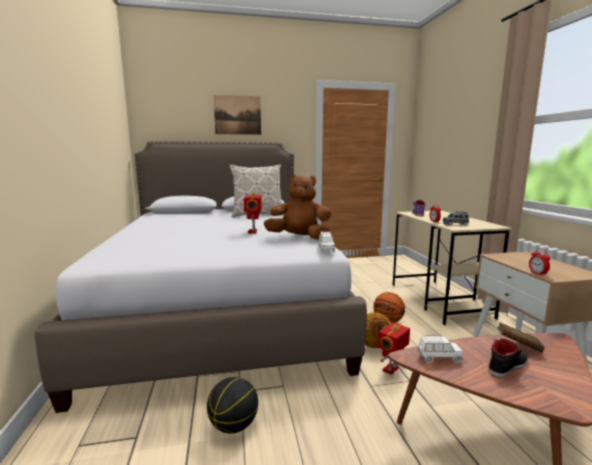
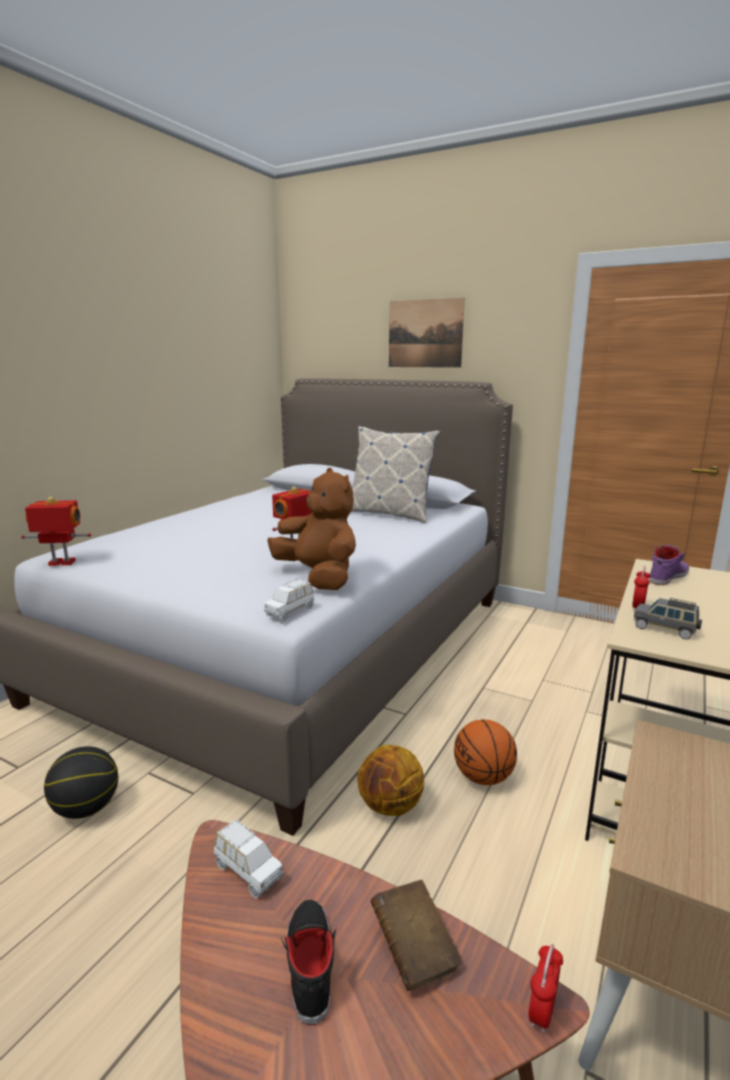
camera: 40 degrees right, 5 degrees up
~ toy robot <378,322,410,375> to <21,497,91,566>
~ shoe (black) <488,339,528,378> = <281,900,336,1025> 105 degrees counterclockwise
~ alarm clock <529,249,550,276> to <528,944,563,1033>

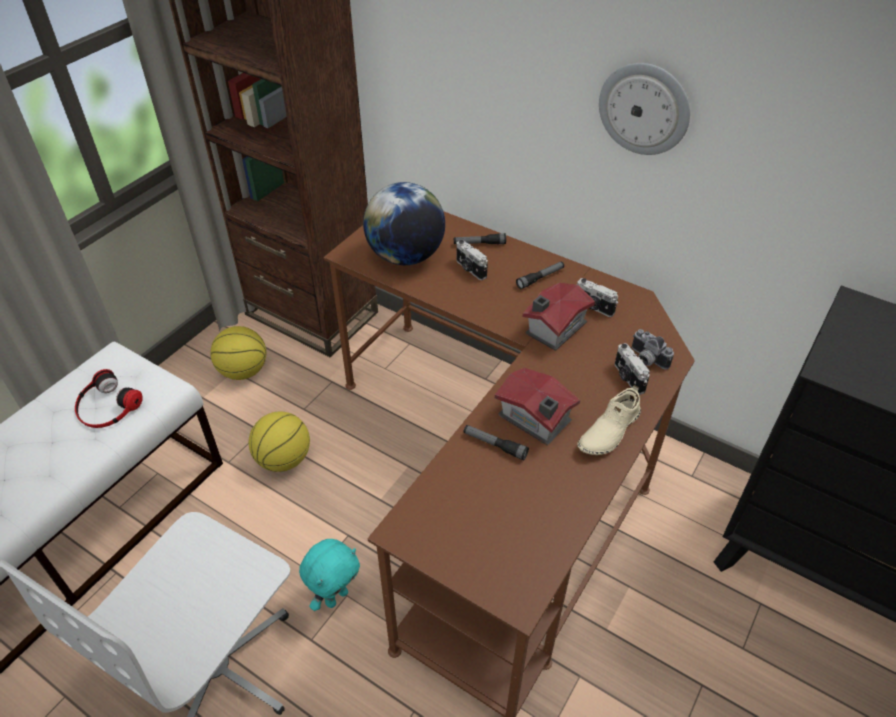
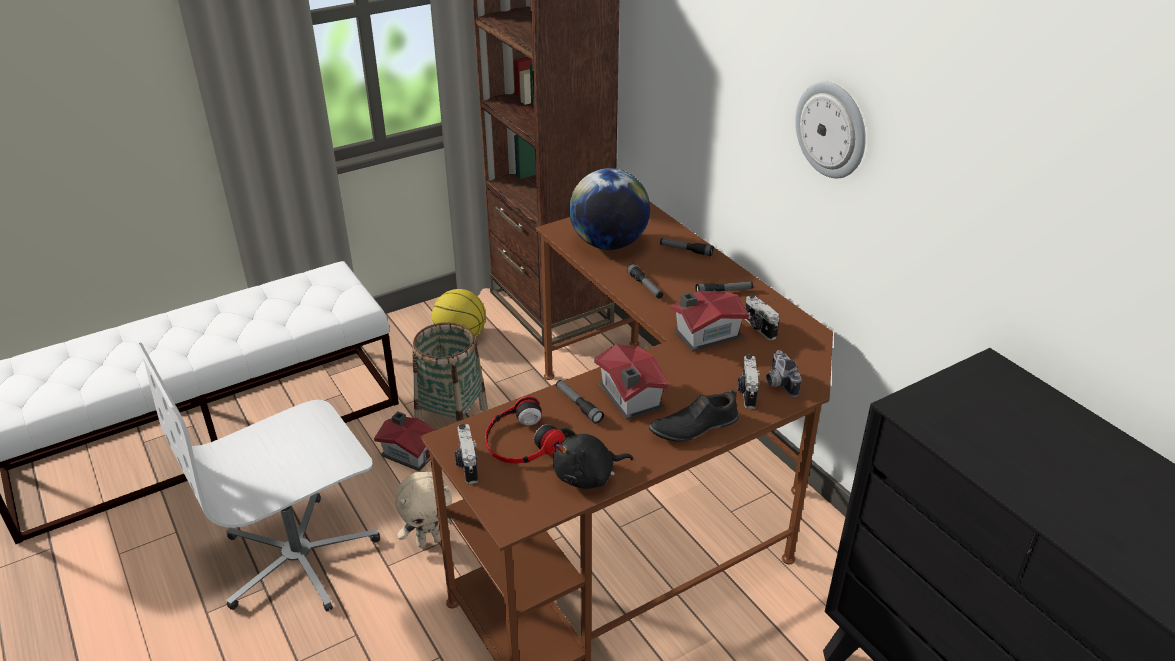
camera: 25 degrees right, 10 degrees down
+ toy house <374,411,436,471>
~ plush toy (turquoise) <299,539,360,611> to plush toy (beige) <395,472,453,548>
~ basketball <249,411,310,472> to basket <412,322,488,422>
~ photo camera <457,240,488,280> to <454,424,478,484>
~ headphones <75,369,143,428> to <485,396,564,463>
+ plush toy (black) <553,427,633,489>
+ flashlight <627,263,663,299>
~ shoe (beige) <577,385,641,455> to shoe (black) <649,389,739,442>

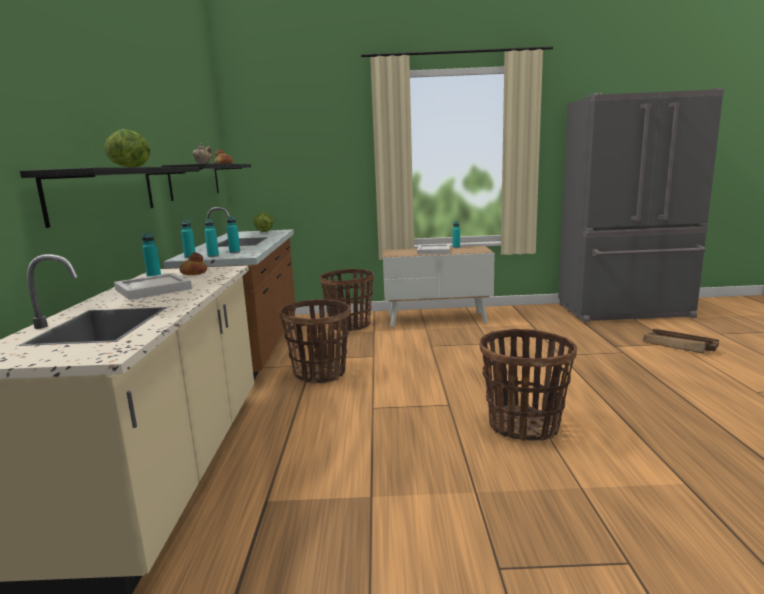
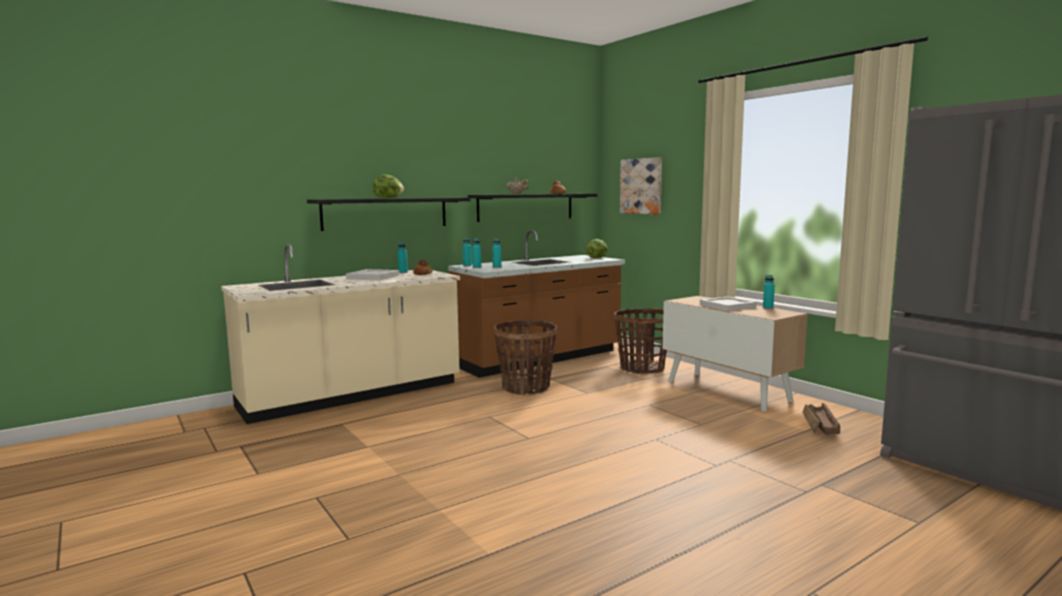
camera: 55 degrees right, 5 degrees down
+ picture <620,157,662,214>
~ crate <643,329,719,354> to <803,403,840,435>
- basket <480,329,577,441>

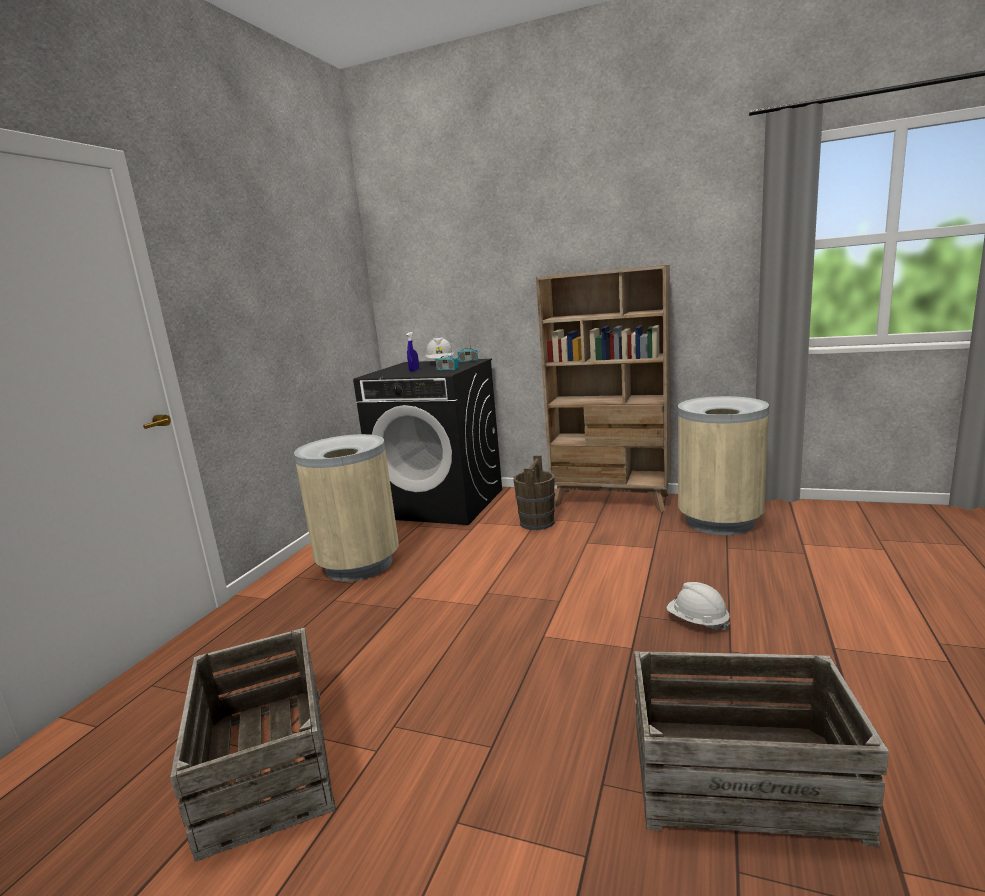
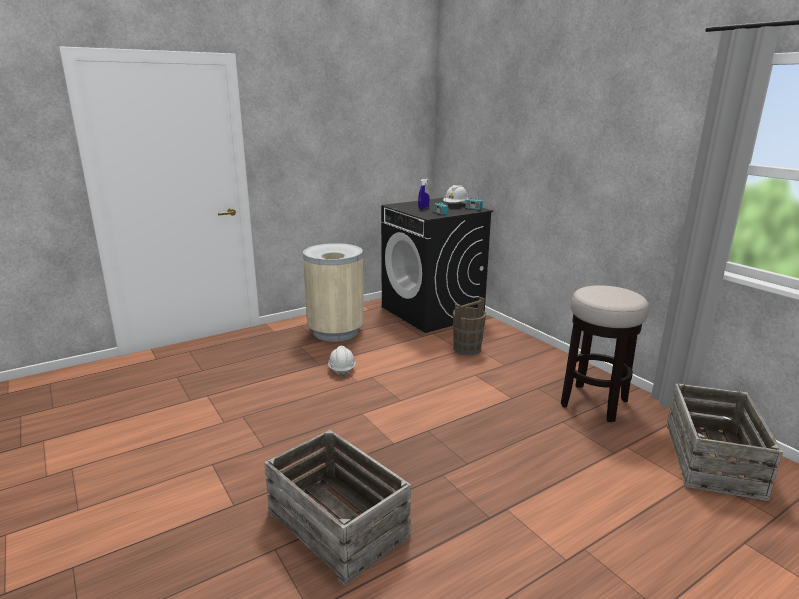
camera: 35 degrees right, 5 degrees up
~ hard hat (white) <666,582,730,631> to <328,346,356,377>
~ trash can (beige) <678,396,769,535> to stool <561,285,649,422>
~ crate <170,628,336,862> to <666,383,783,501>
- bookcase (beige) <536,265,671,512>

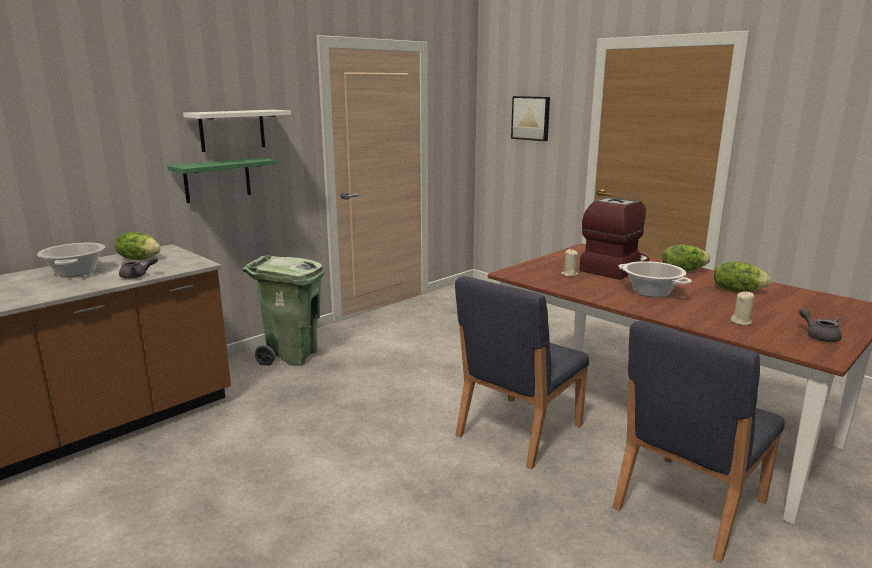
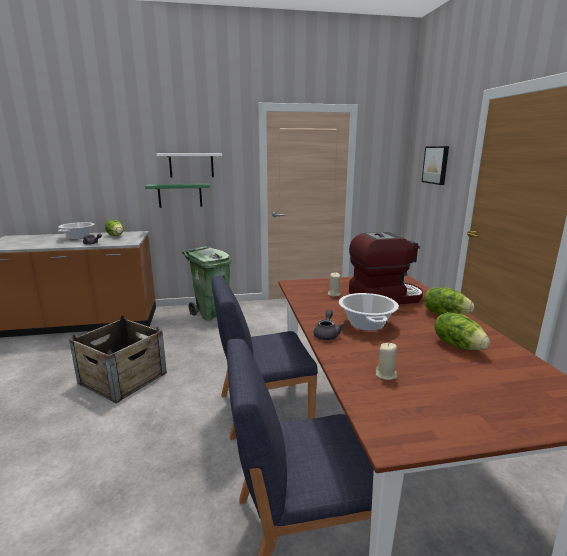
camera: 35 degrees right, 0 degrees up
+ crate <69,315,167,403>
~ teapot (grey) <799,308,842,342> to <314,310,345,340>

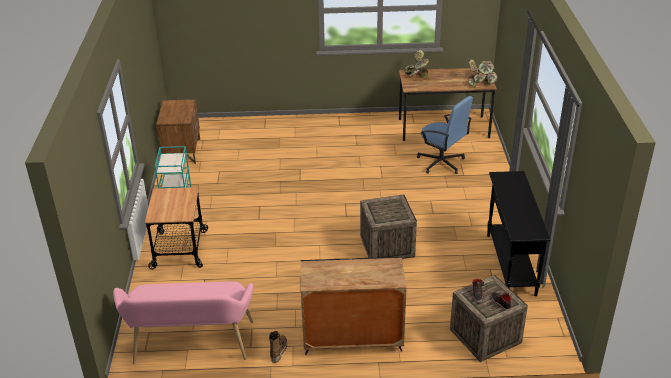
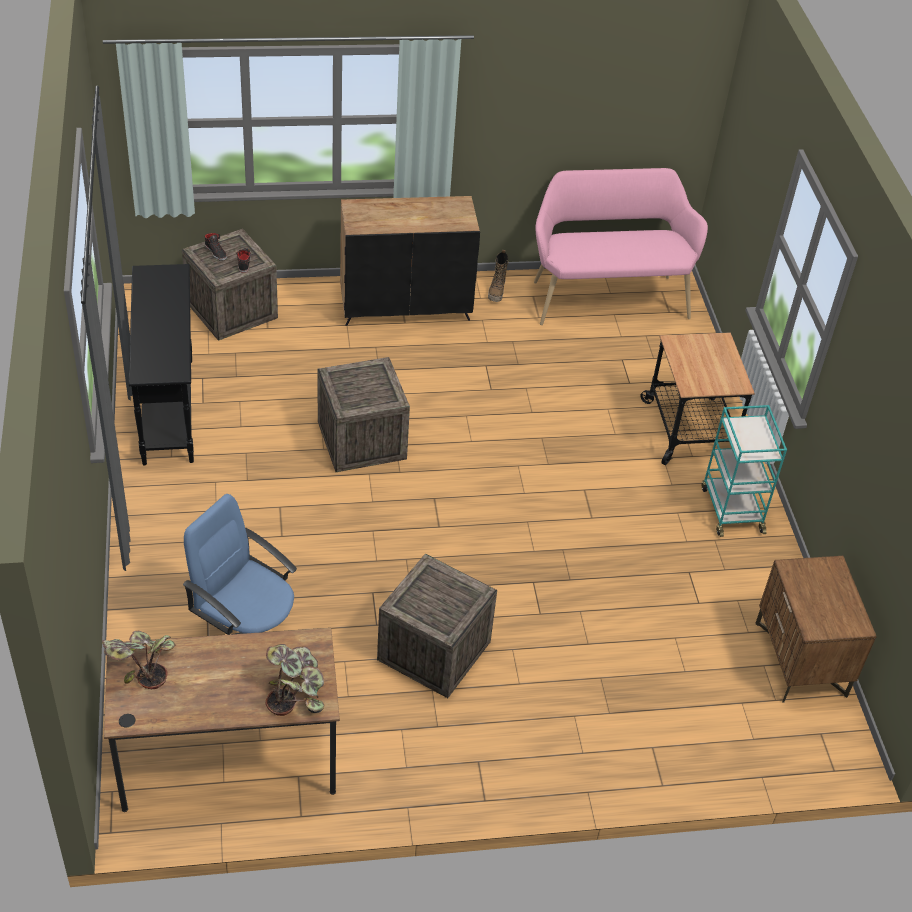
camera: 170 degrees right, 10 degrees up
+ crate <377,554,497,698>

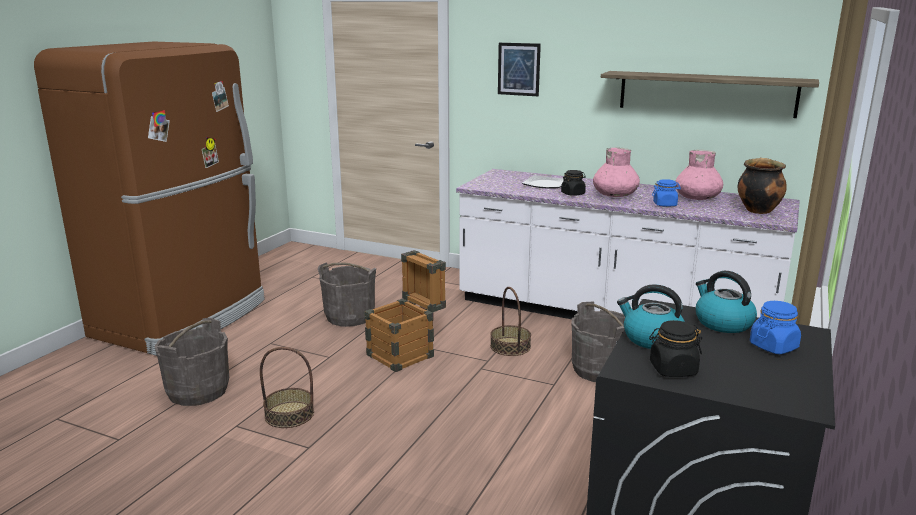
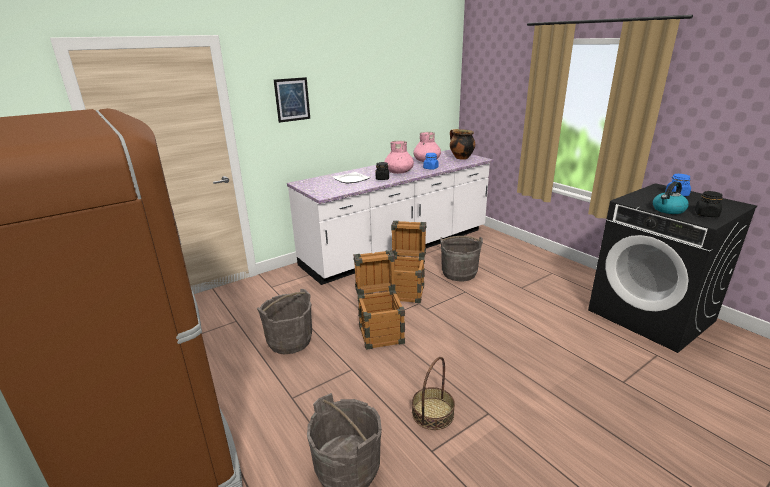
camera: 60 degrees left, 5 degrees up
~ basket <490,287,531,356> to crate <387,221,427,303>
- shelf <601,71,819,118>
- kettle <696,271,757,333>

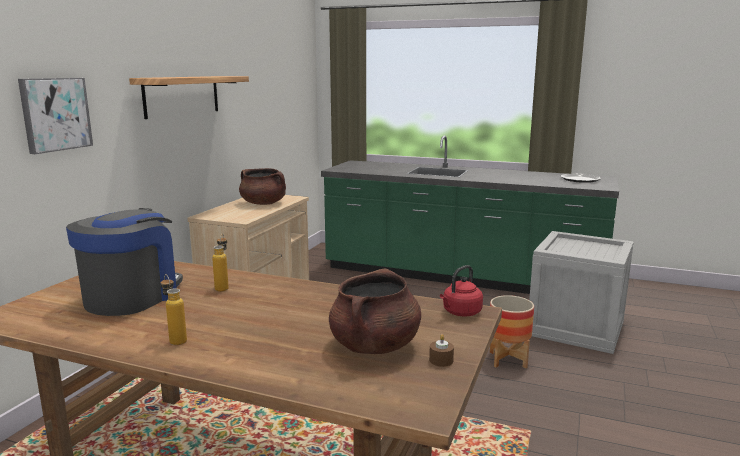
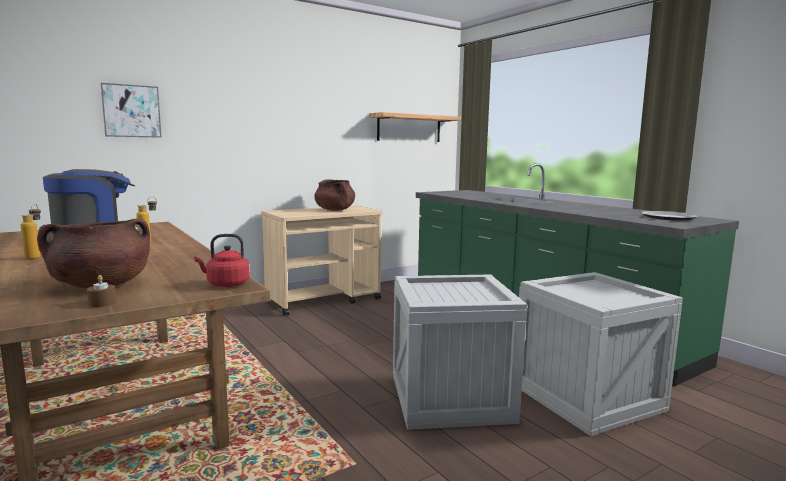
camera: 35 degrees right, 5 degrees down
~ shelf <129,76,249,119> to <369,112,461,142>
~ planter <490,295,534,368> to crate <393,274,527,430>

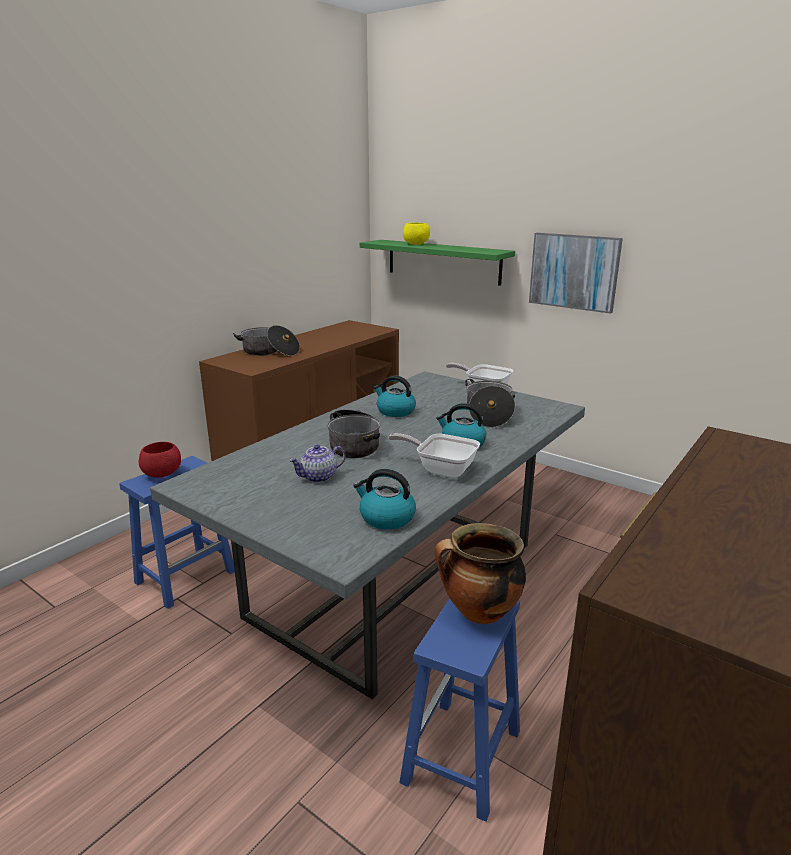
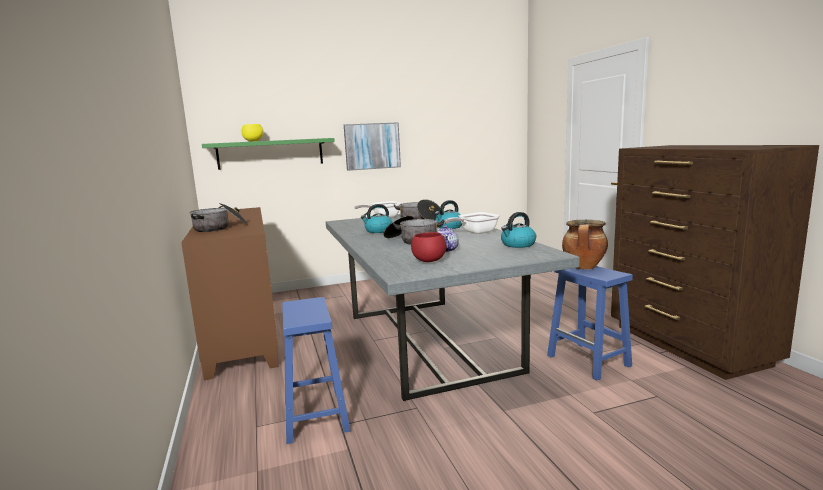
camera: 55 degrees left, 10 degrees down
~ bowl (red) <139,442,181,478> to <411,232,447,262>

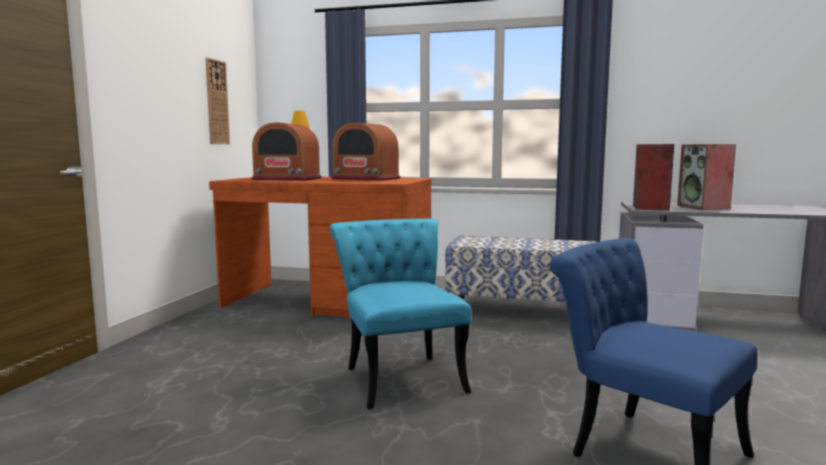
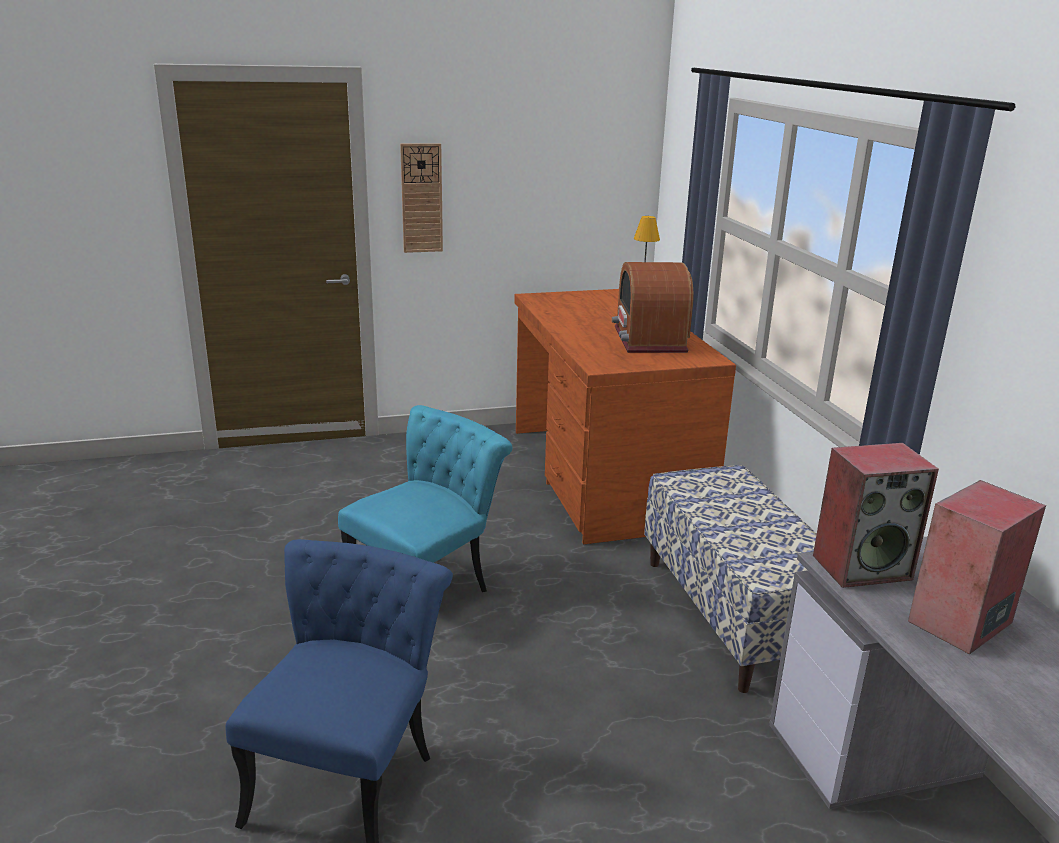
camera: 60 degrees right, 15 degrees up
~ wall clock <205,58,230,144> to <400,143,443,253>
- radio <251,123,322,181>

